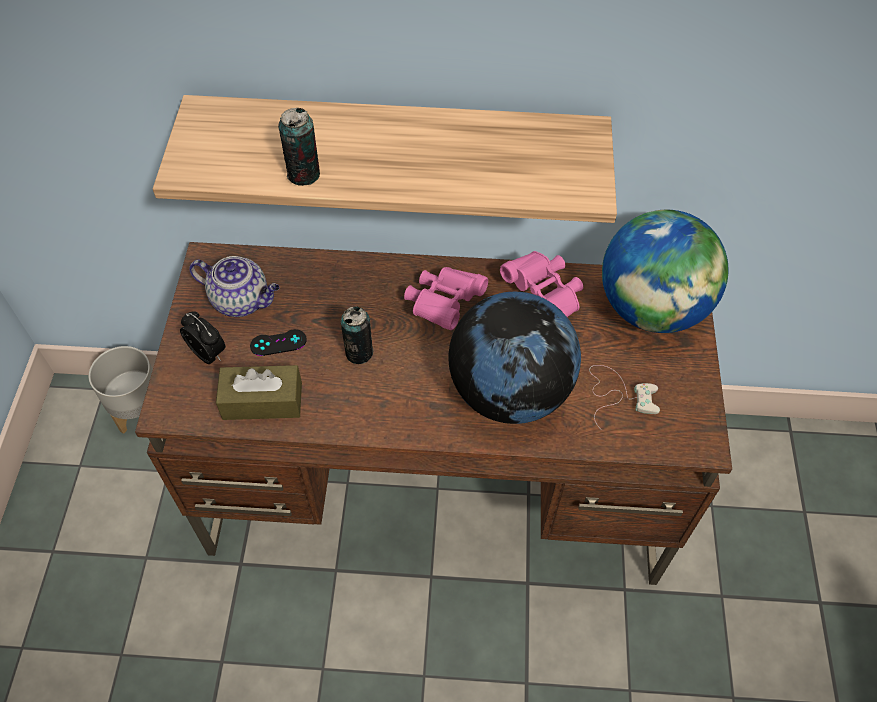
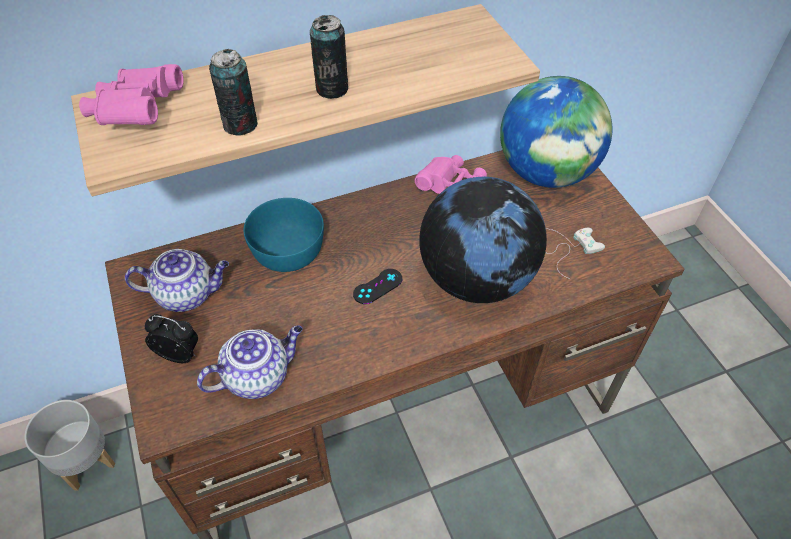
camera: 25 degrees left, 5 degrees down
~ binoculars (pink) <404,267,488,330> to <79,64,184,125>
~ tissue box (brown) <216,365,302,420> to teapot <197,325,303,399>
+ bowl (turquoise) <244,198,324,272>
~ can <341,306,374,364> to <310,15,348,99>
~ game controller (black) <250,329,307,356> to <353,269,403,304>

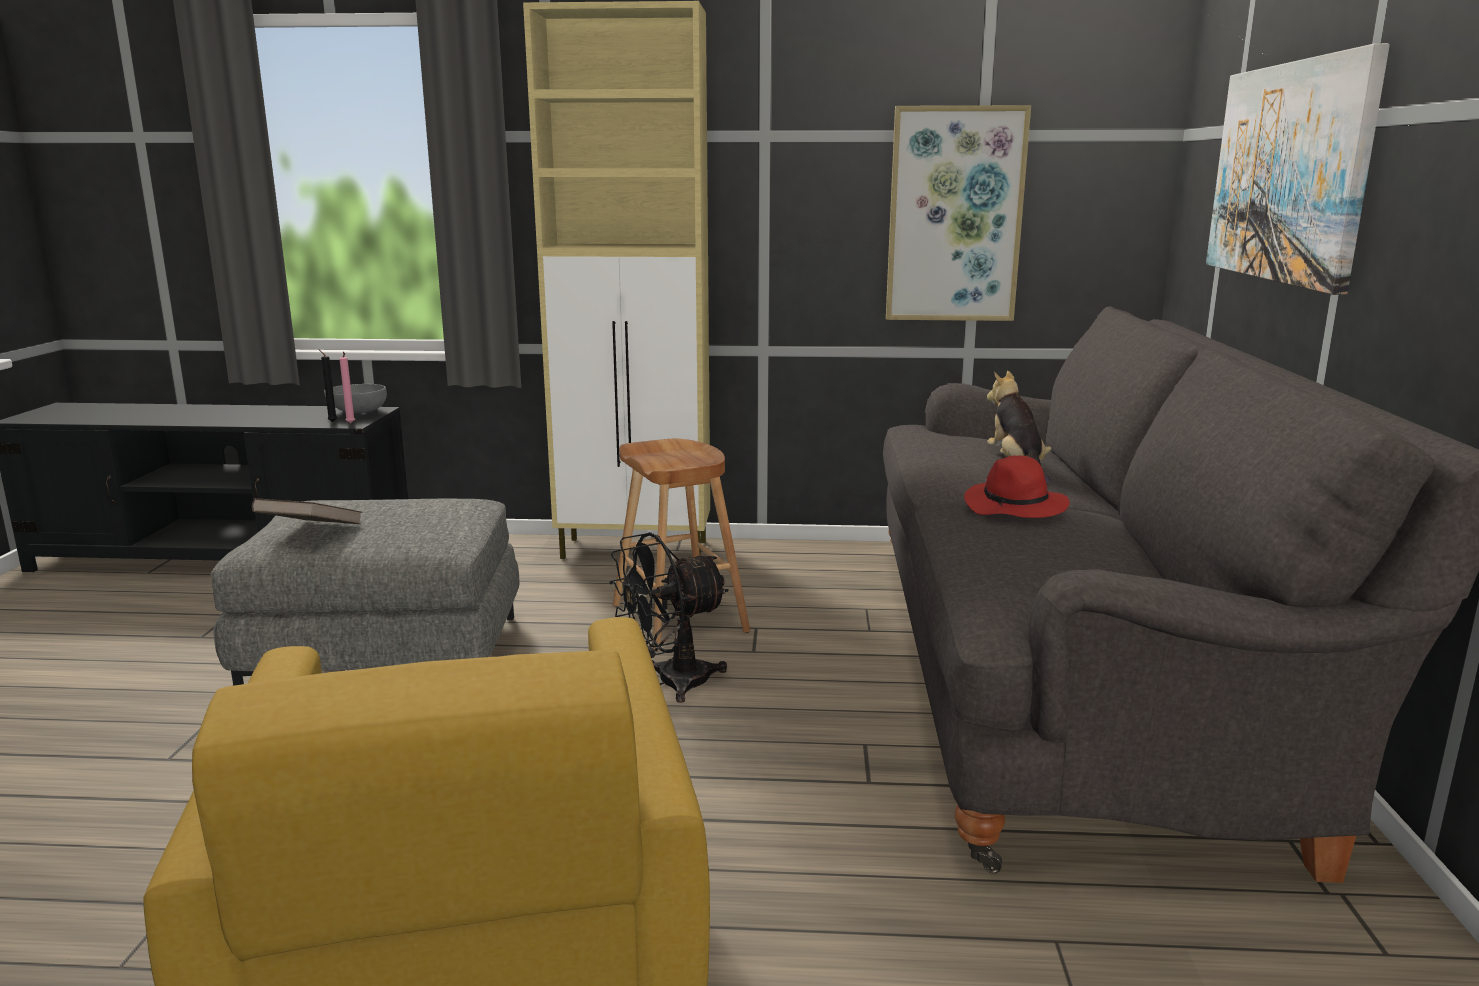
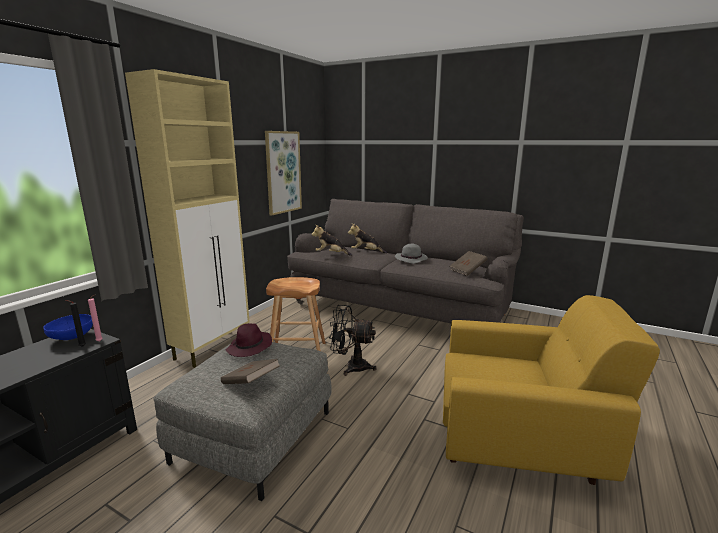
camera: 65 degrees left, 0 degrees up
~ bowl (grey) <324,384,387,413> to bowl (blue) <43,314,93,340>
+ hat (purple) <225,324,272,357>
+ plush toy <311,225,352,256>
~ fan (black) <609,532,728,703> = <329,305,376,376> 105 degrees clockwise
~ hat (red) <964,456,1070,518> to hat (grey) <395,244,428,264>
+ book (brown) <450,251,487,276>
- picture <1206,43,1390,295>

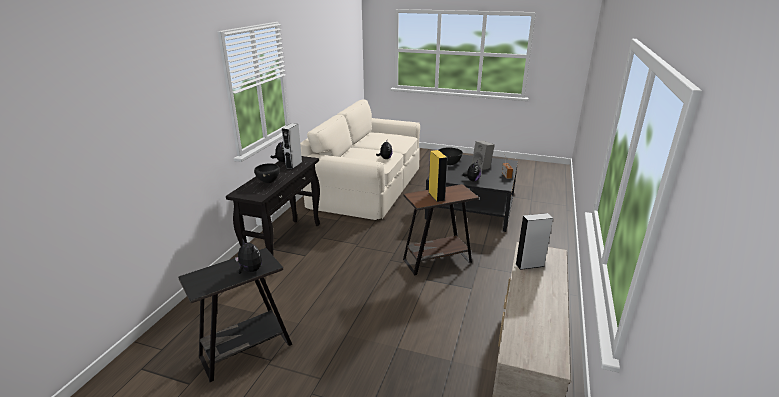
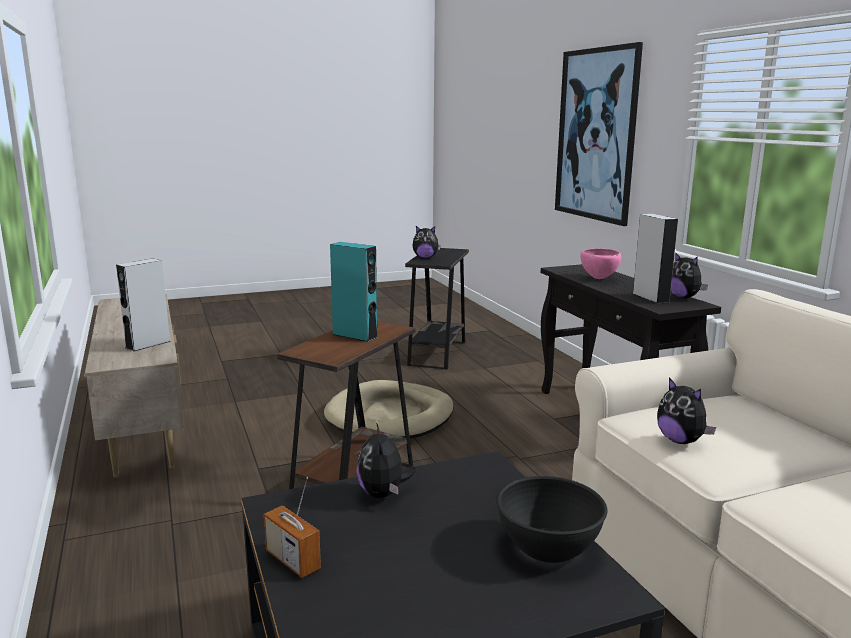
camera: 140 degrees right, 10 degrees down
+ dog bed (beige) <324,380,454,439>
~ speaker (yellow) <429,150,447,202> to speaker (turquoise) <330,242,378,342>
+ picture <555,42,643,226>
~ bowl (black) <254,163,280,183> to bowl (pink) <580,249,621,279>
- speaker (grey) <472,141,495,171>

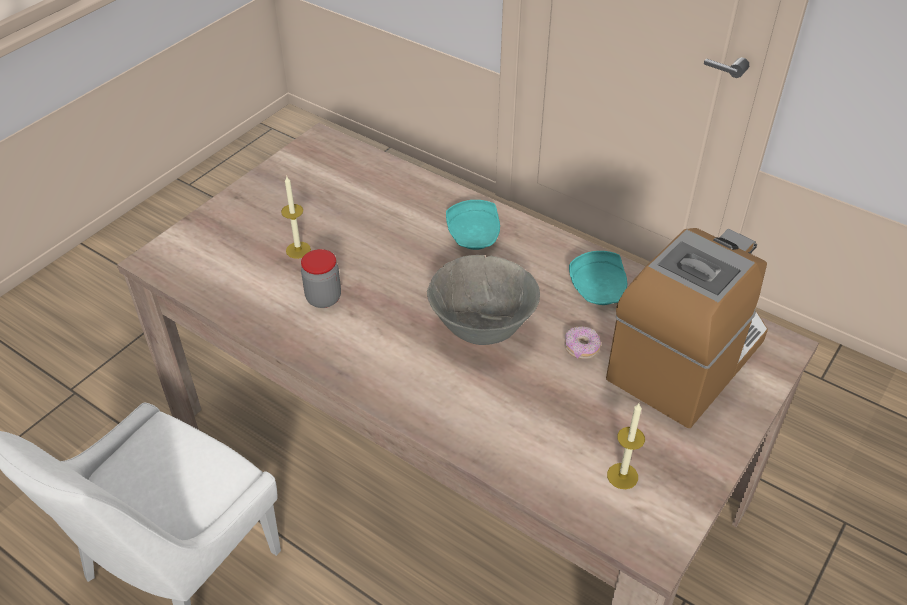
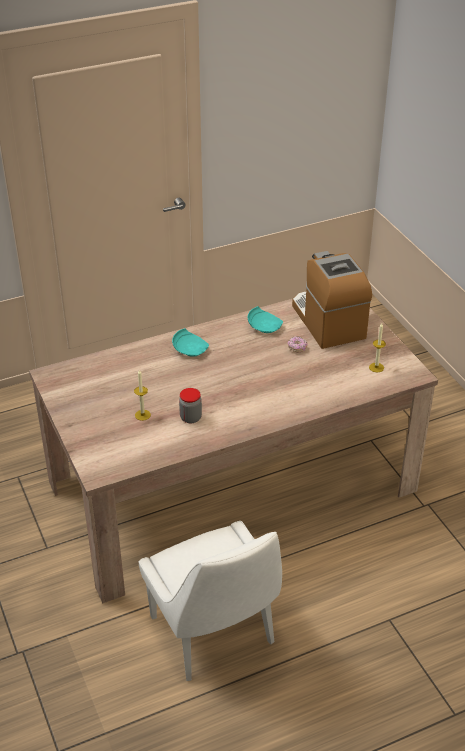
camera: 60 degrees left, 5 degrees down
- bowl (grey) <427,255,540,345>

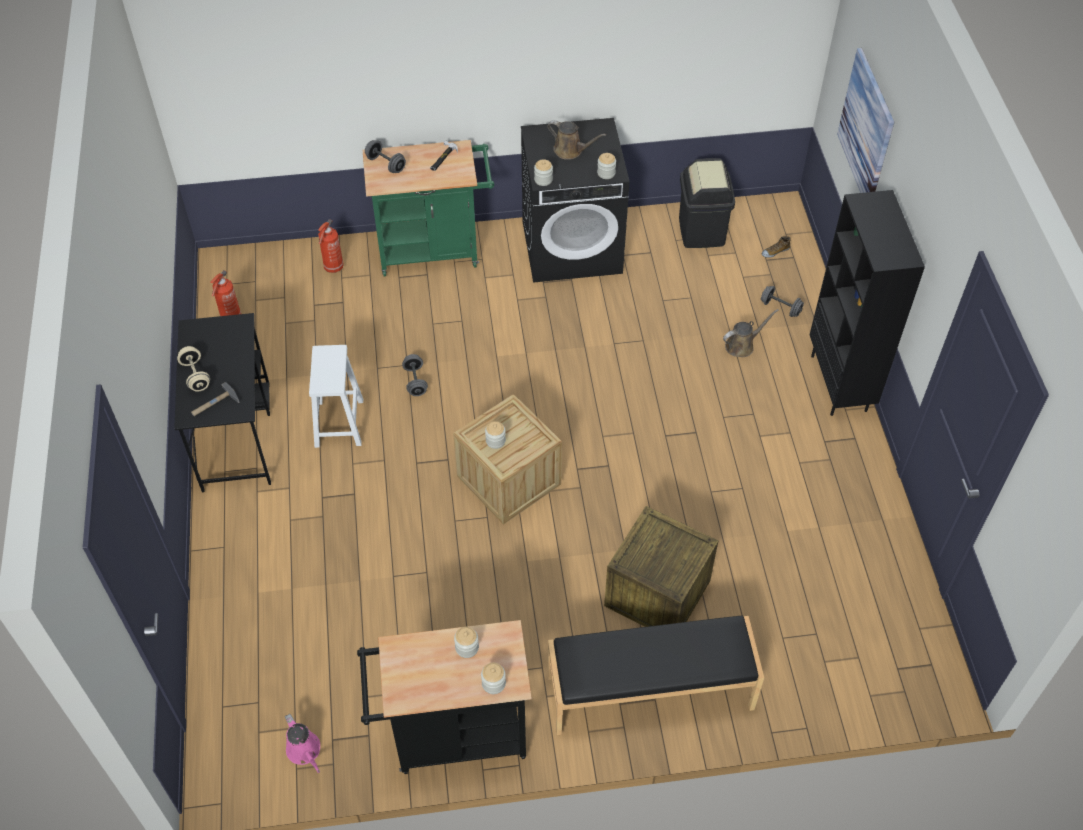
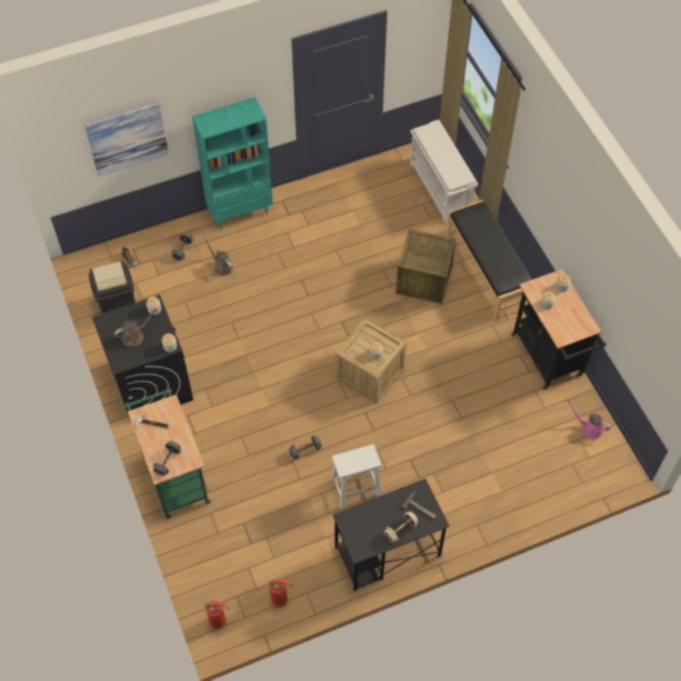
camera: 105 degrees left, 5 degrees up
~ watering can (brown) <547,120,606,160> = <114,308,157,346> 45 degrees clockwise
~ bookcase (black) <809,190,925,416> to bookcase (turquoise) <192,97,273,230>
~ fire extinguisher <318,219,344,273> to <205,601,230,629>
+ shoe rack (white) <410,120,478,223>
~ watering can (pink) <285,714,320,773> = <569,404,611,439> 105 degrees counterclockwise

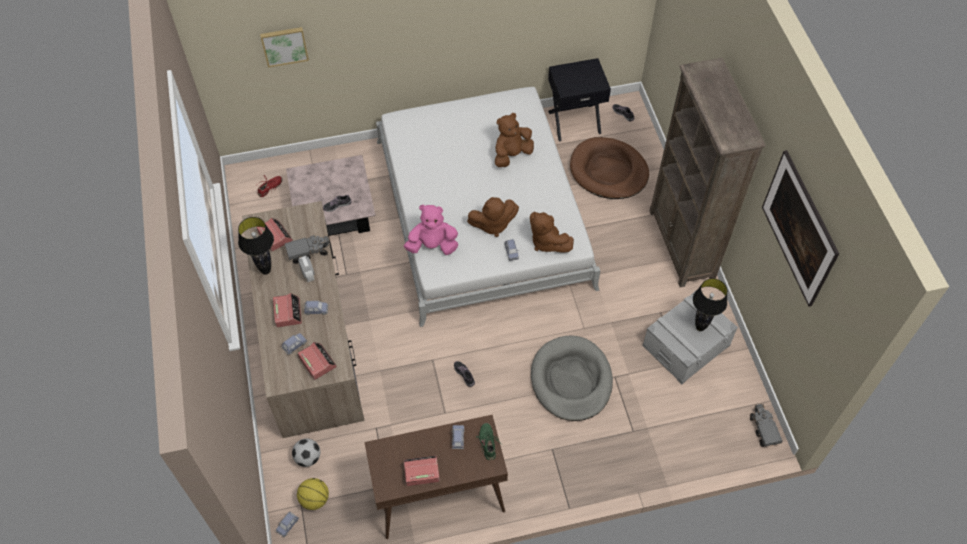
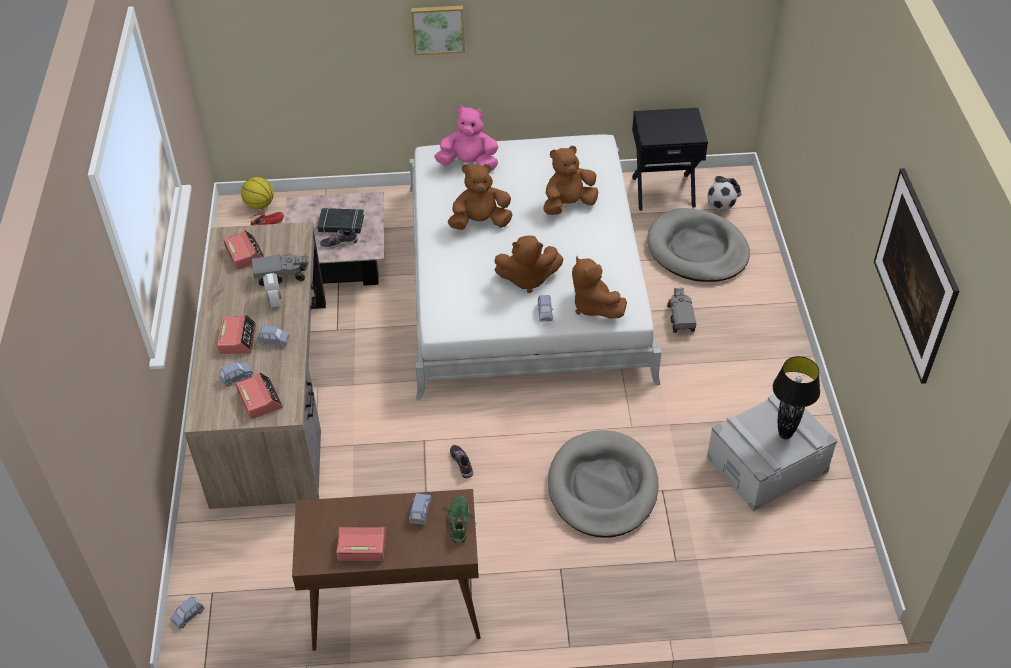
camera: 10 degrees right, 10 degrees down
~ basketball <297,478,329,510> to <241,177,274,209>
+ book (black) <317,208,364,234>
~ picture <260,27,309,68> to <411,6,465,55>
~ plush toy (pink) <404,205,458,255> to <434,105,498,171>
+ plush toy (brown) <448,164,512,230>
~ dog bed (brown) <570,137,649,199> to dog bed (grey) <647,208,750,282>
~ toy truck <750,403,782,447> to <667,288,696,333>
~ football <292,439,320,467> to <707,181,737,211>
- table lamp (black) <238,217,274,275>
- bookcase (brown) <650,58,766,287>

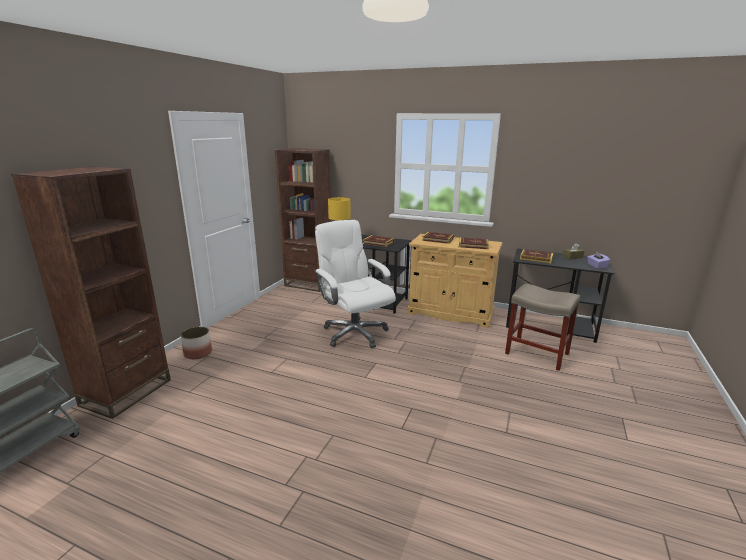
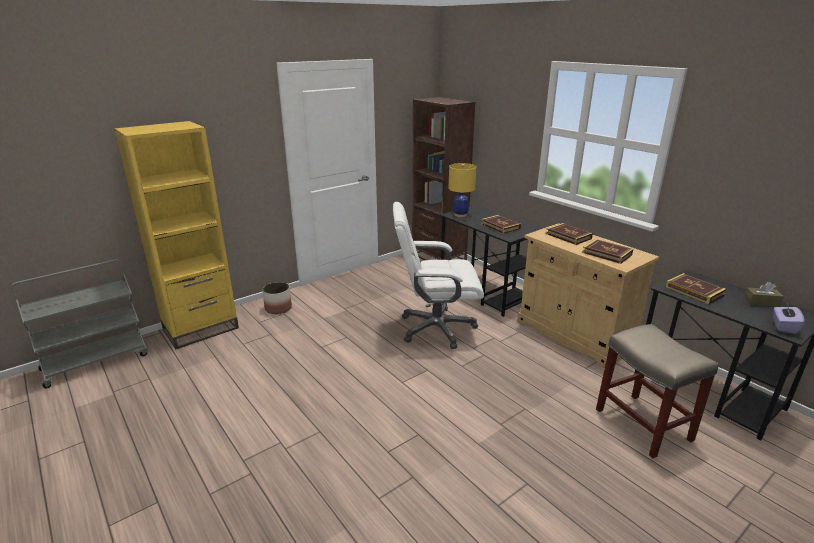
camera: 30 degrees right, 5 degrees up
~ bookcase (brown) <11,166,171,419> to bookcase (yellow) <114,121,239,349>
~ office chair (white) <315,220,396,348> = <393,202,484,349> 90 degrees counterclockwise

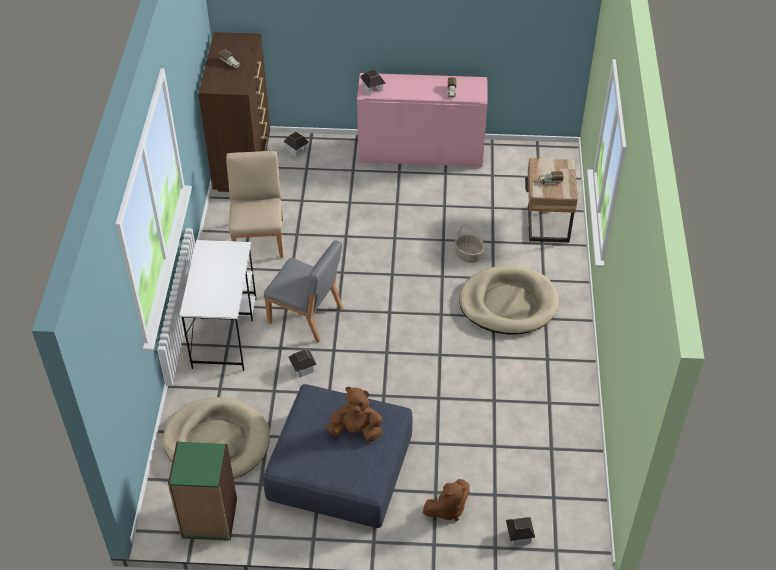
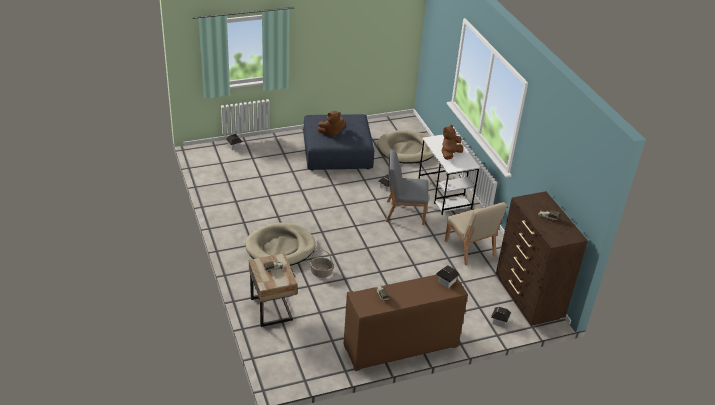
camera: 155 degrees right, 10 degrees down
~ cabinet (pink) <357,73,487,167> to cabinet (brown) <344,275,468,371>
~ plush toy (brown) <423,479,470,521> to <442,125,463,160>
- bookcase (green) <168,442,237,541>

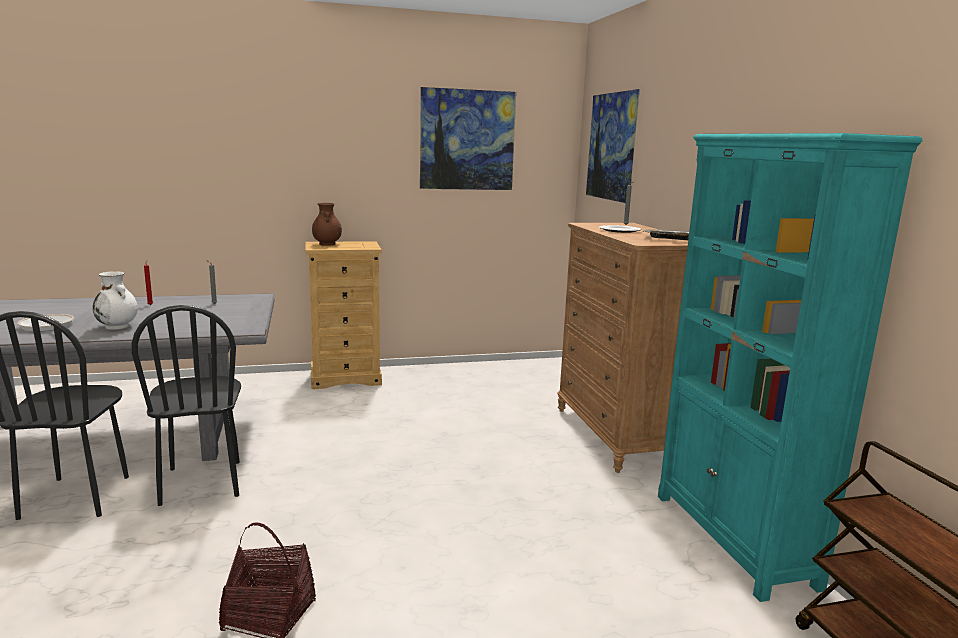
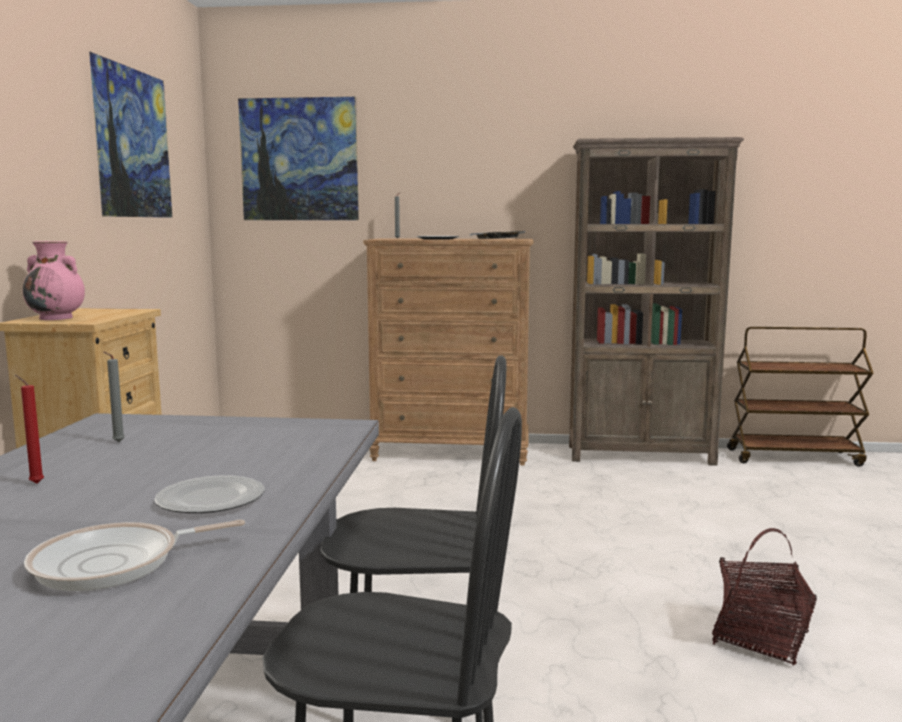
camera: 70 degrees left, 5 degrees down
~ vase (brown) <312,203,342,246> to vase (pink) <23,241,85,320>
~ vase (white) <93,271,138,330> to plate <155,476,264,513>
~ bookcase (turquoise) <658,133,923,602> to bookcase (brown) <569,137,744,466>

